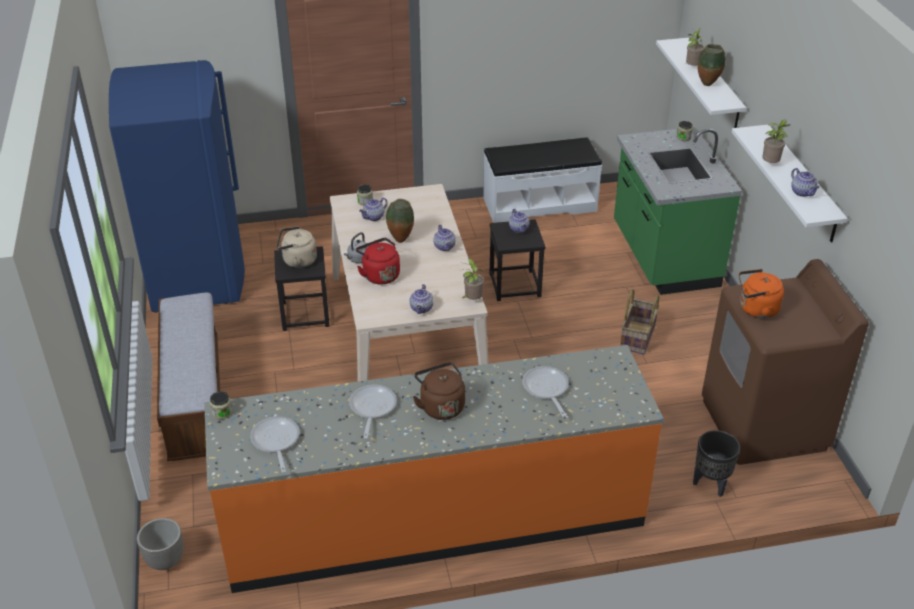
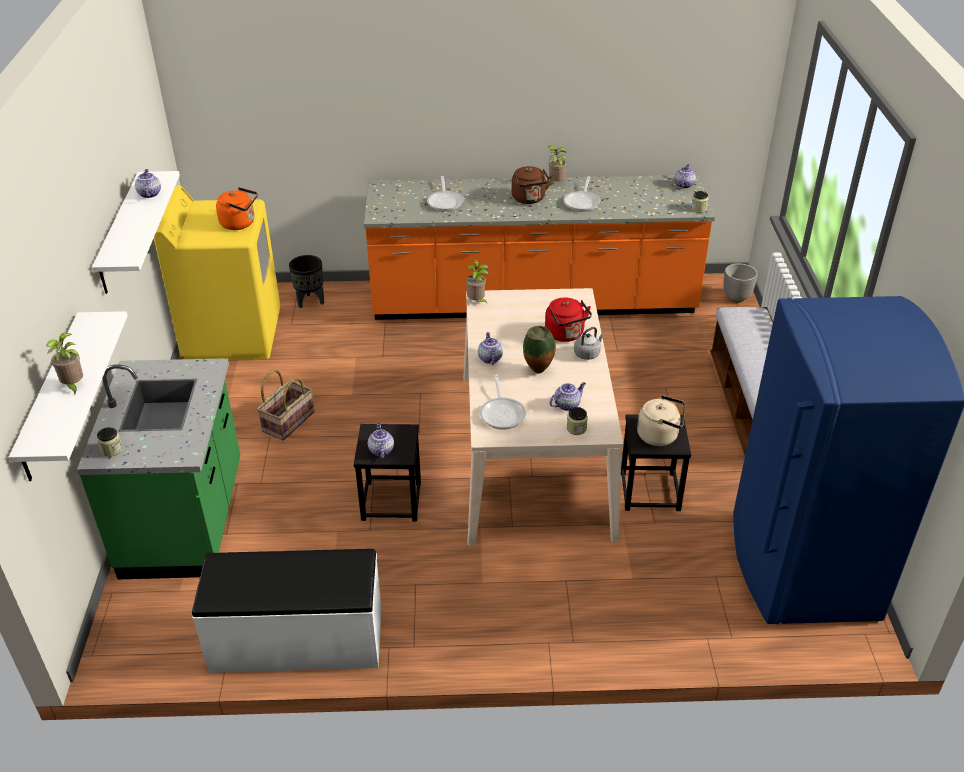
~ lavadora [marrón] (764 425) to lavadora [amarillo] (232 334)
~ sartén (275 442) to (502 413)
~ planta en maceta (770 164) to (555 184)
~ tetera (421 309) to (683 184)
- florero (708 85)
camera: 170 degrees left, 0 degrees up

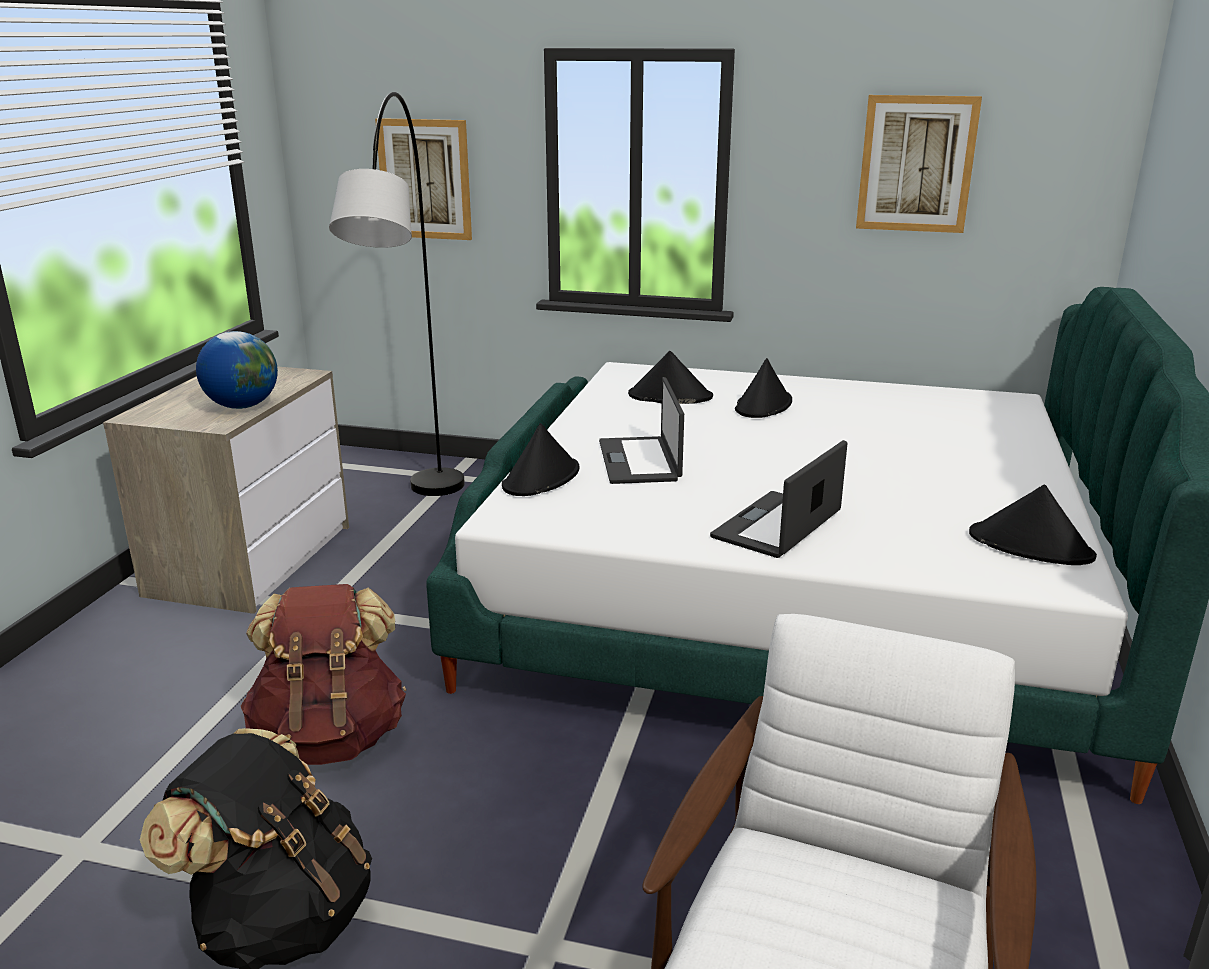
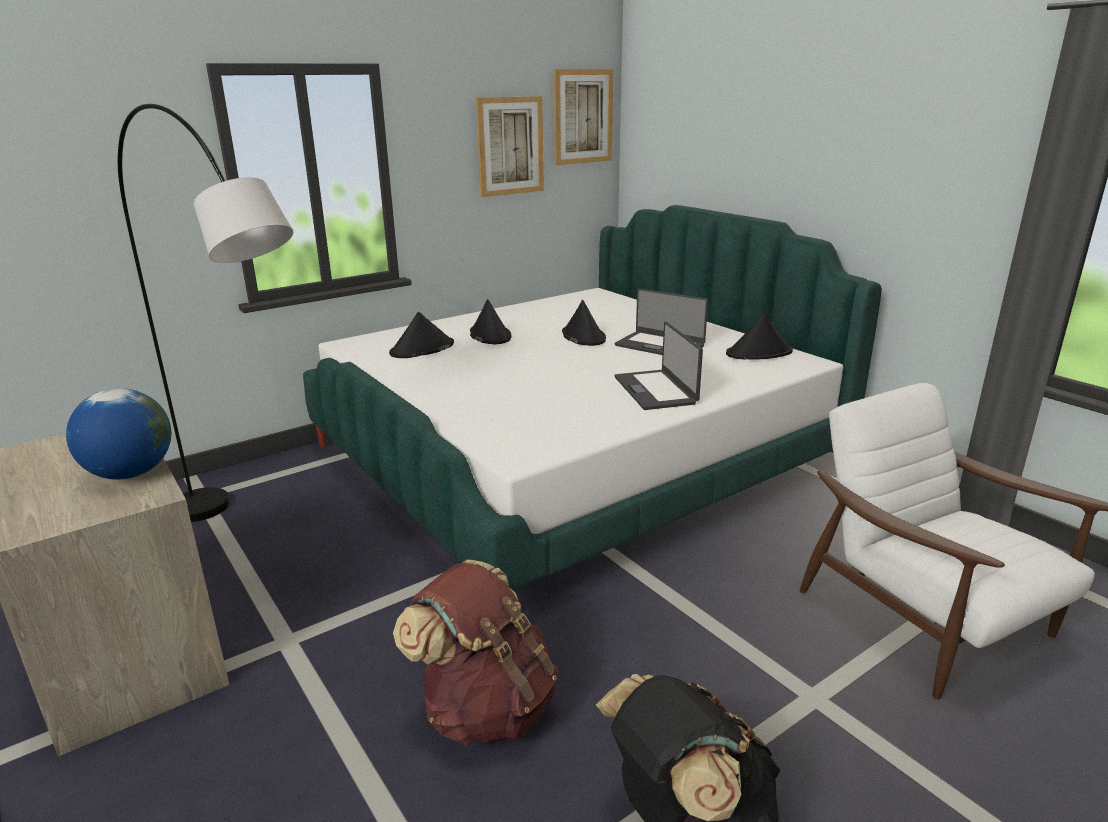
~ cuadro (425 179) to (583 117)
~ sombrero [negro] (541 478) to (583 336)
~ portátil (640 461) to (660 345)
camera: 50 degrees left, 0 degrees up

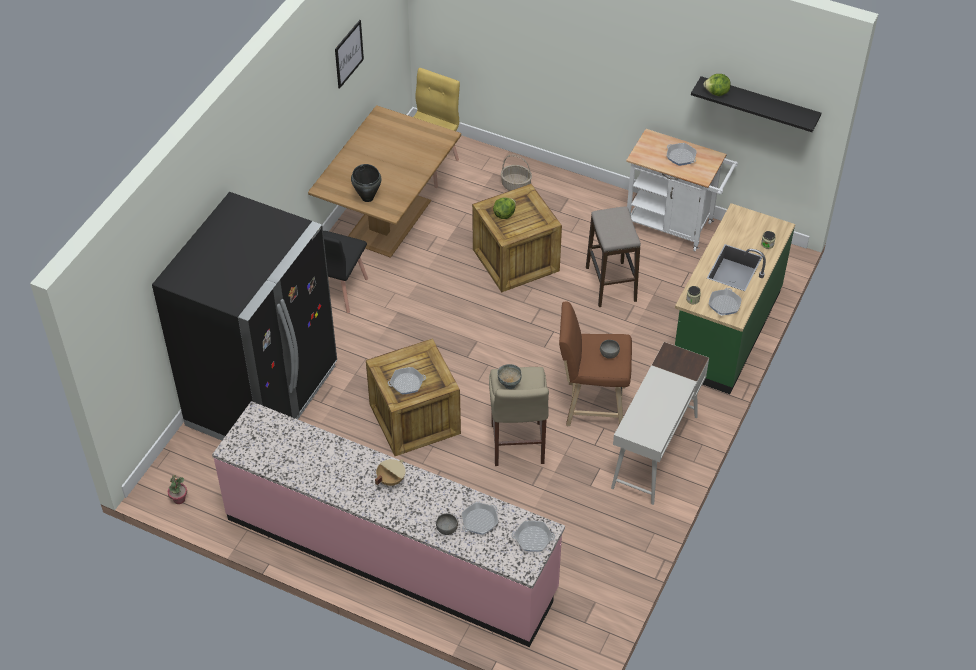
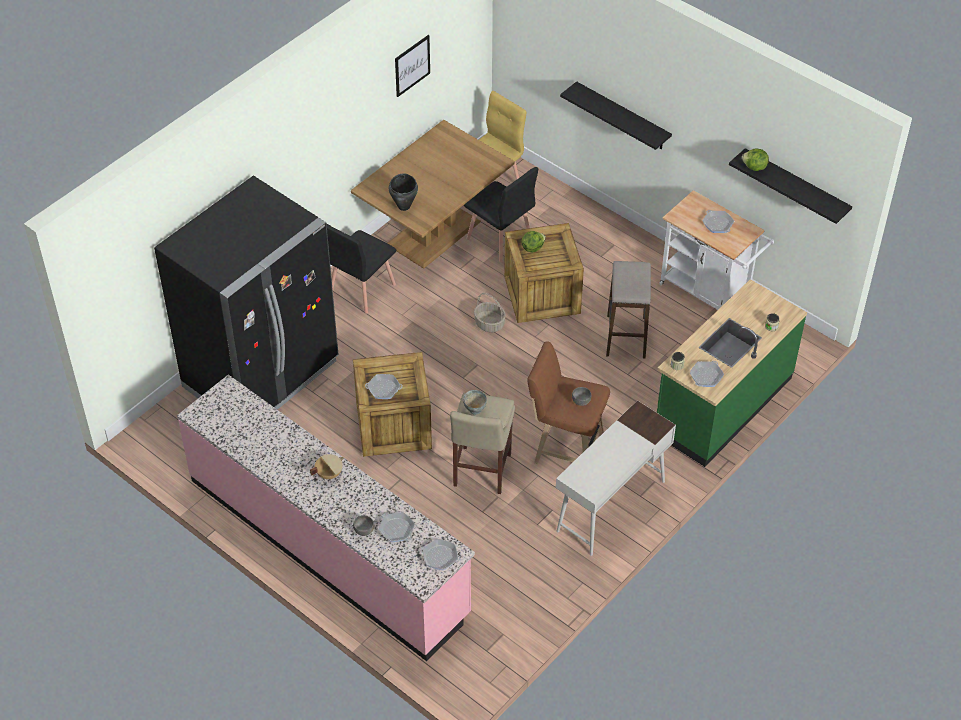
~ sartén (479 521) = (397 529) 105 degrees counterclockwise
+ silla [negro] (499 239)
~ cesta (516 185) to (490 324)
+ estante [negro] (622 116)
- planta en maceta (179 499)
camera: 15 degrees right, 0 degrees up

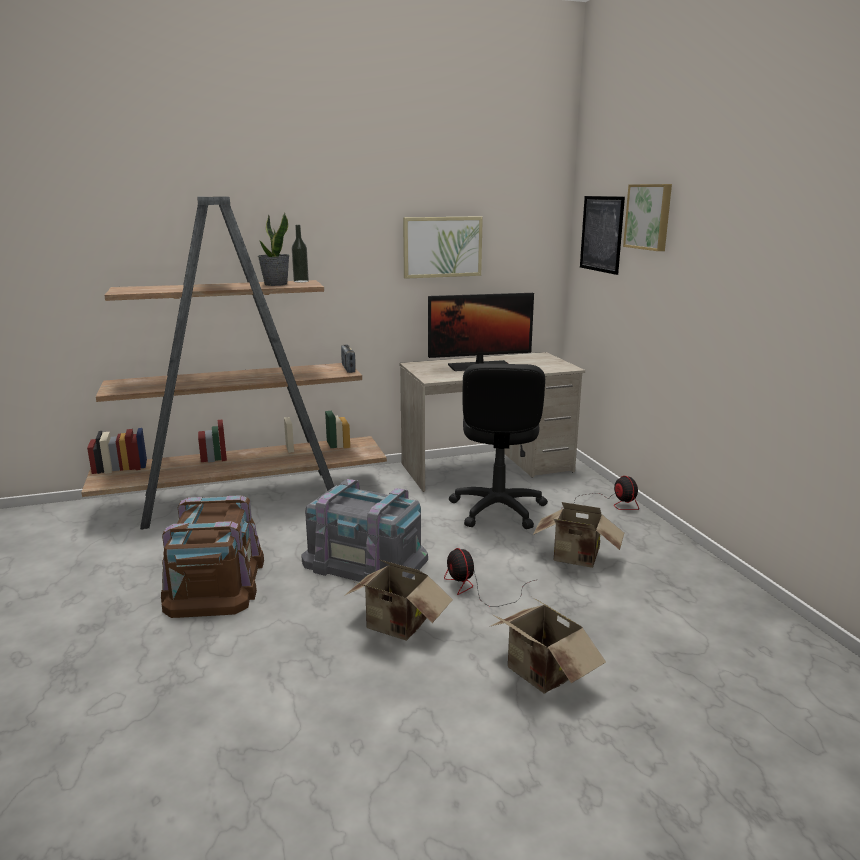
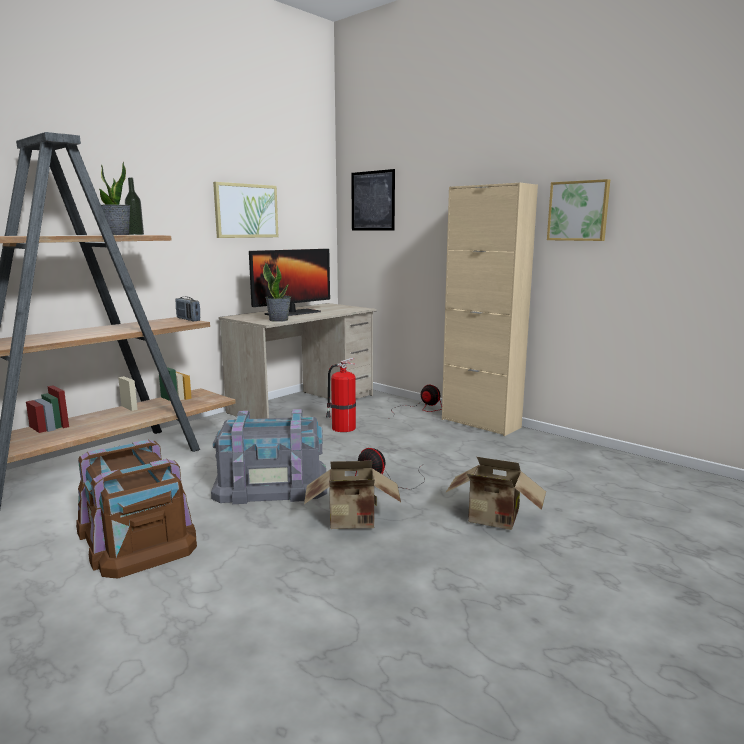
+ planta en maceta (279 320)
~ silla de oficina [negro] (497 509) to extintor (342 428)
+ armario [beis] (480 423)
~ cuadro (649 217) to (578 211)
- caja de cartón (577 559)
camera: 30 degrees left, 5 degrees down

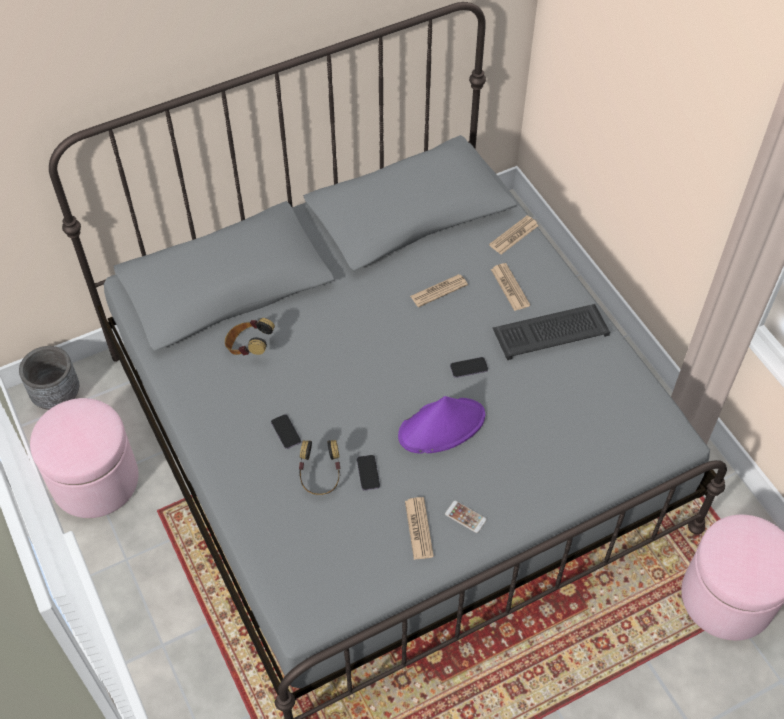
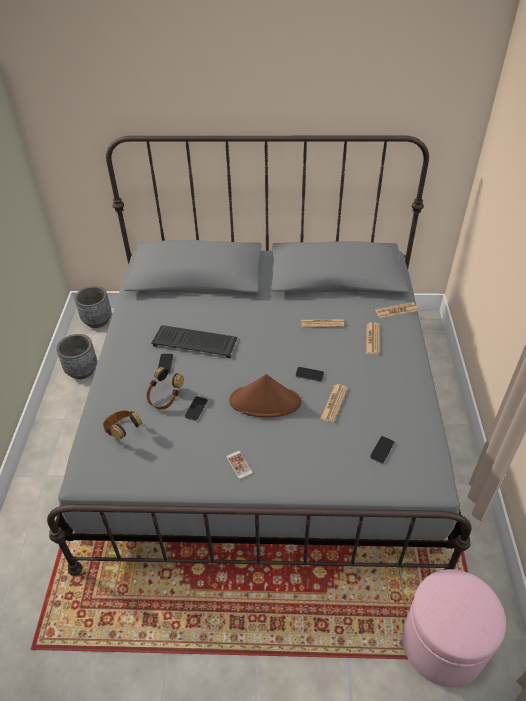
~ puf [rosa] (95 480) to maceta [gris] (82 370)
~ auriculares (249 347) to (123 431)
~ teclado (551 331) to (196 342)
~ sombrero [morado] (442 426) to sombrero [marrón] (265 402)
~ periódico (419 528) to (334 403)
+ móvil (382 450)
camera: 30 degrees right, 10 degrees down

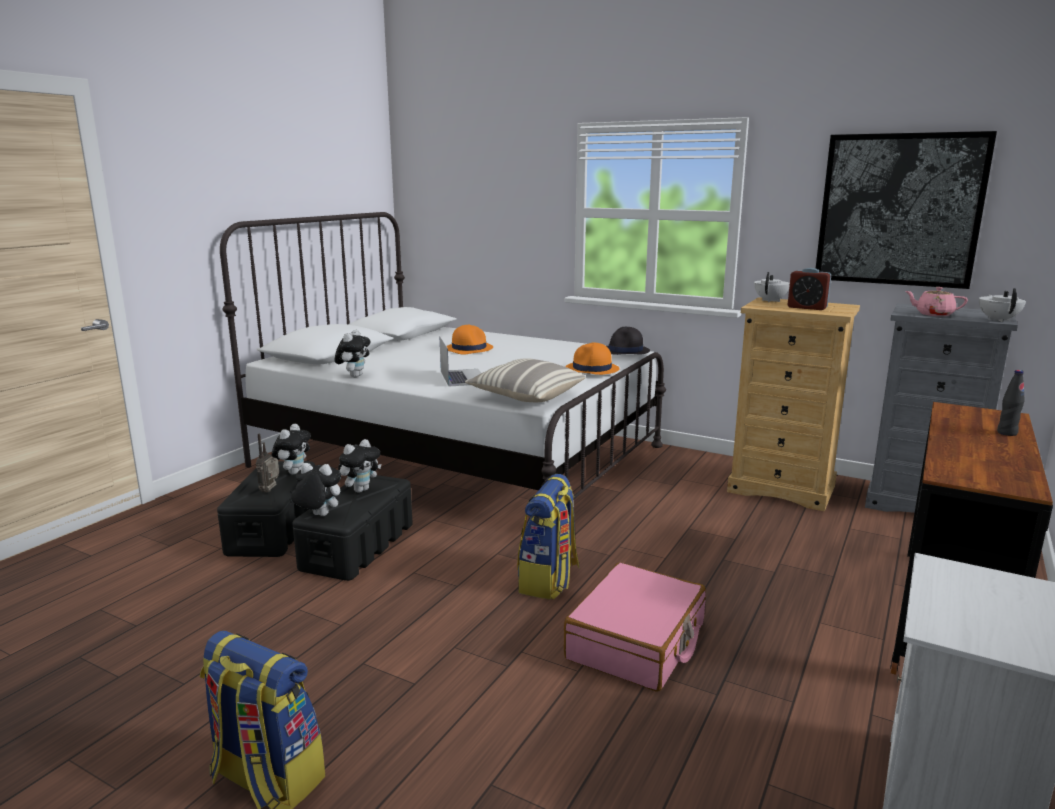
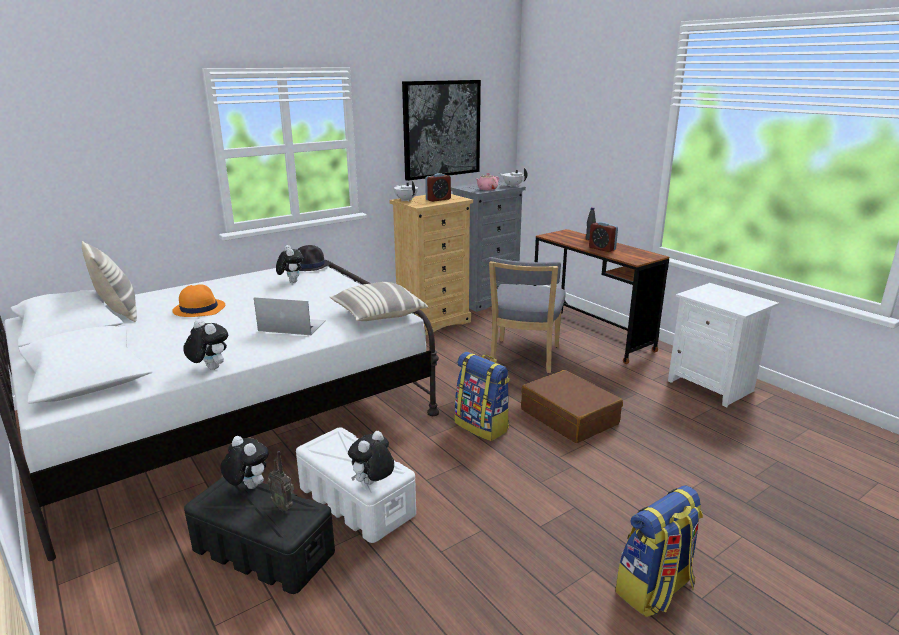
+ cojín (118 313)
~ peluche (361 489) to (291 282)
~ caja de almacenaje [negro] (358 546) to caja de almacenaje [blanco] (356 501)
+ silla [gris] (523 358)
~ maleta [rosa] (637 642) to maleta [marrón] (569 417)
+ despertador (602 249)
- sombrero [naranja] (592 369)
camera: 65 degrees left, 5 degrees up

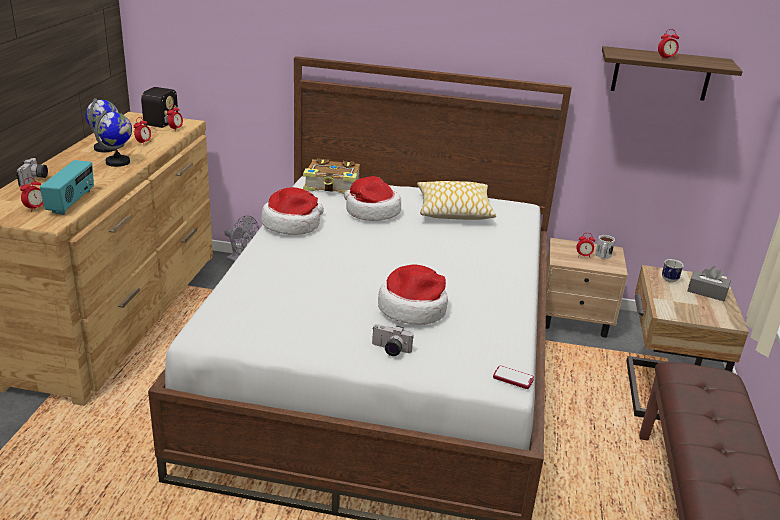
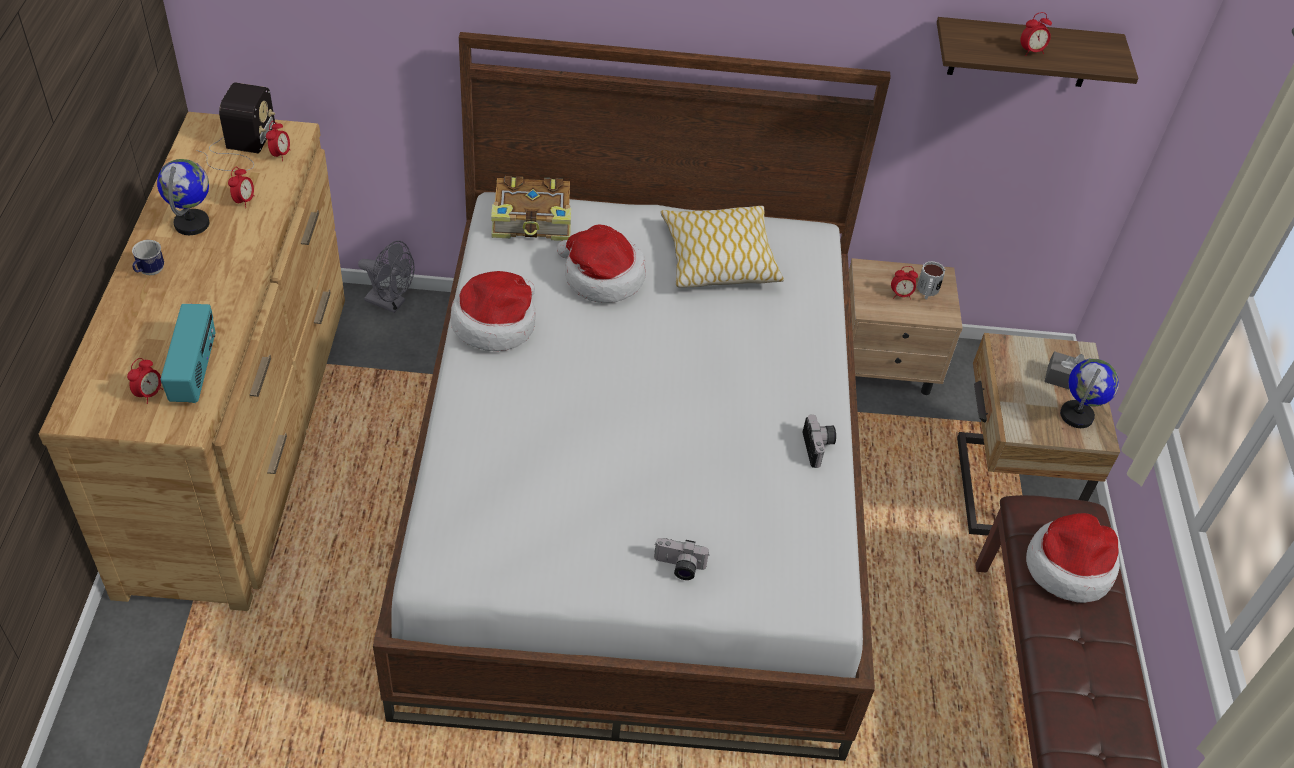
~ taza grande (668 281) to (149 272)
~ cámara (34 180) to (819 448)
~ sombrero (413 308) to (1068 566)
~ globo terráqueo (118 162) to (1077 415)
- móvil (513 378)
camera: 10 degrees left, 20 degrees up

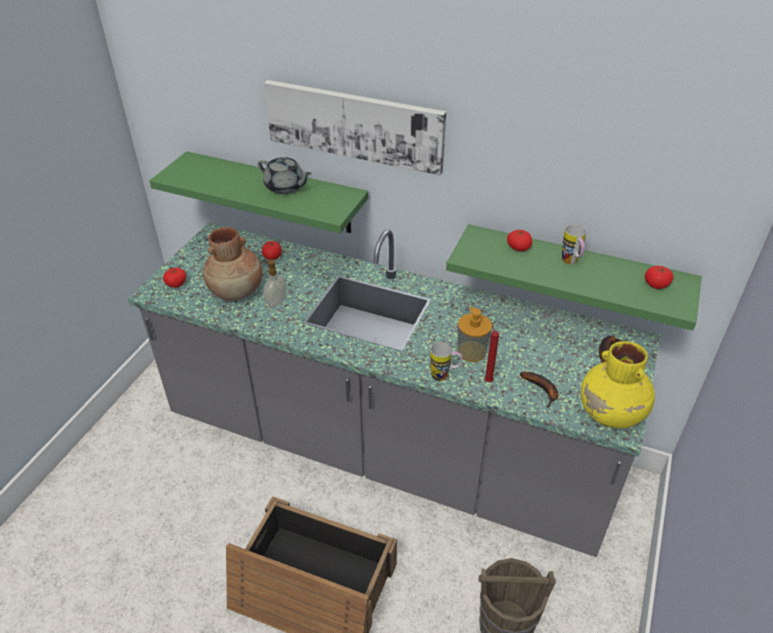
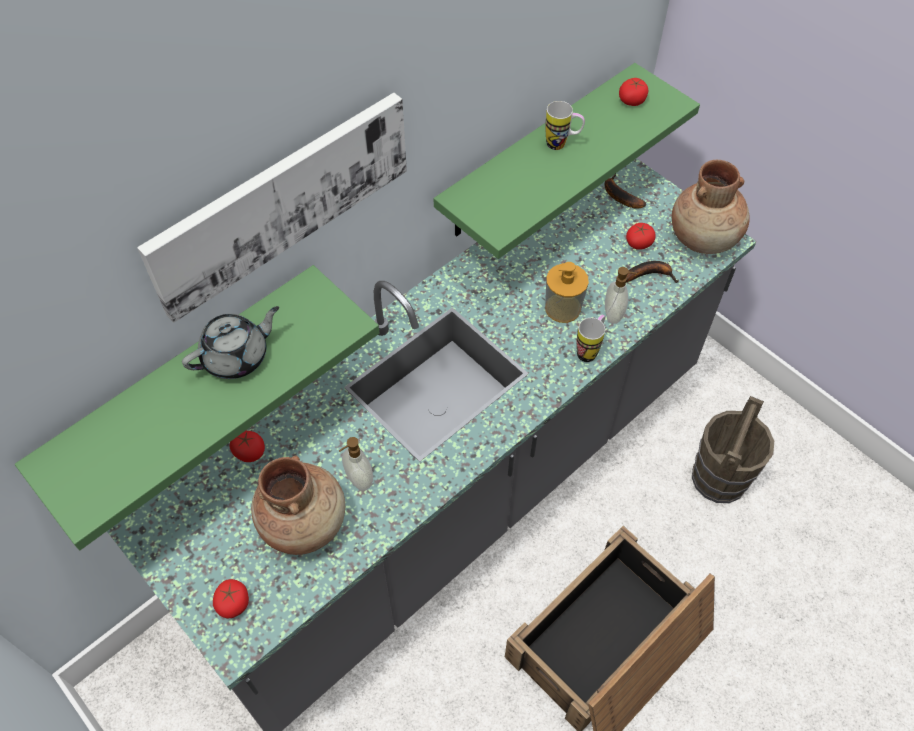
~ vela [rojo] (487 380) to dispensador de jabón (614 314)
~ tomate (518 247) to (638 243)
~ florero [amarillo] (611 414) to florero [marrón] (704 238)
camera: 65 degrees left, 15 degrees up

